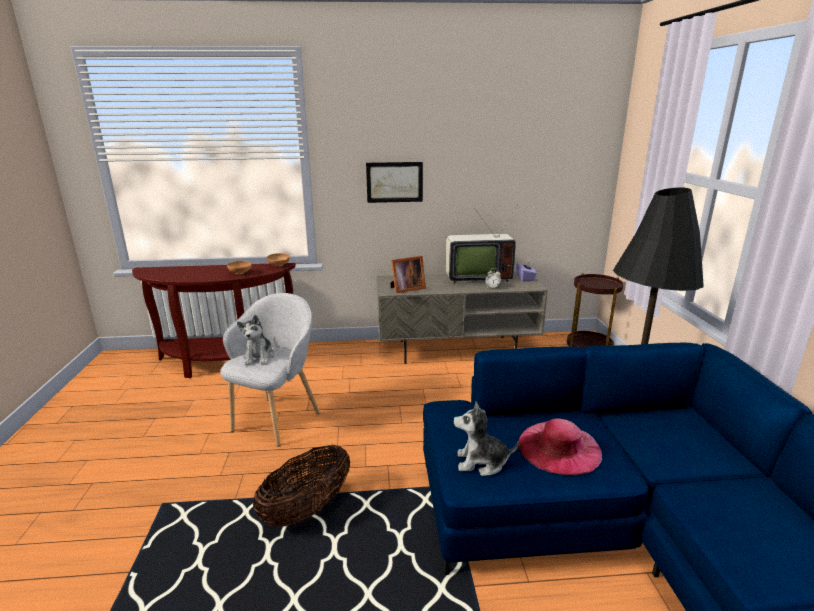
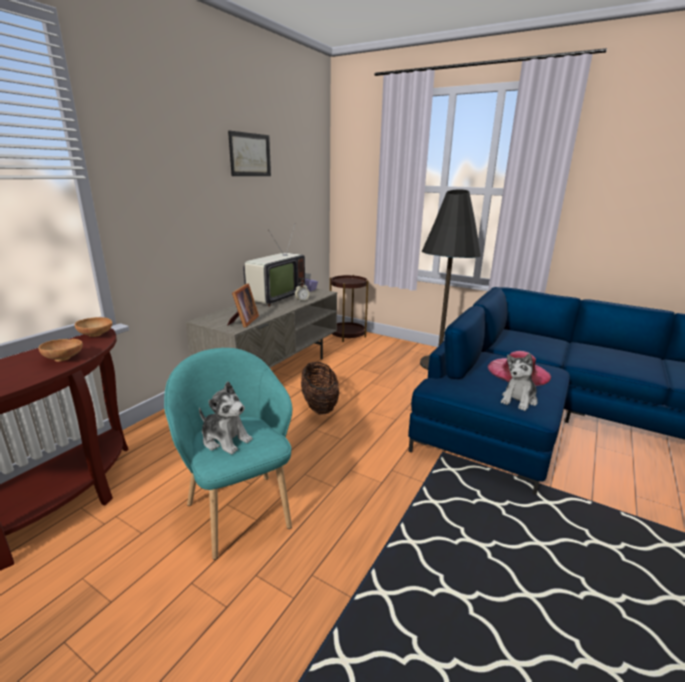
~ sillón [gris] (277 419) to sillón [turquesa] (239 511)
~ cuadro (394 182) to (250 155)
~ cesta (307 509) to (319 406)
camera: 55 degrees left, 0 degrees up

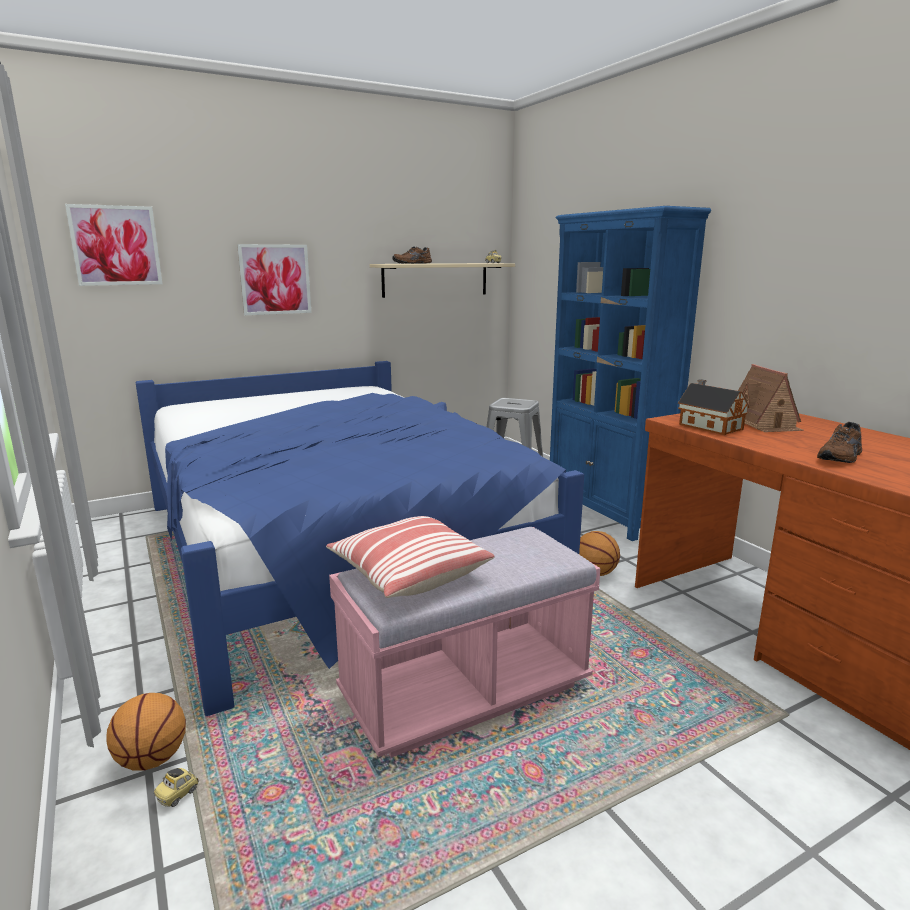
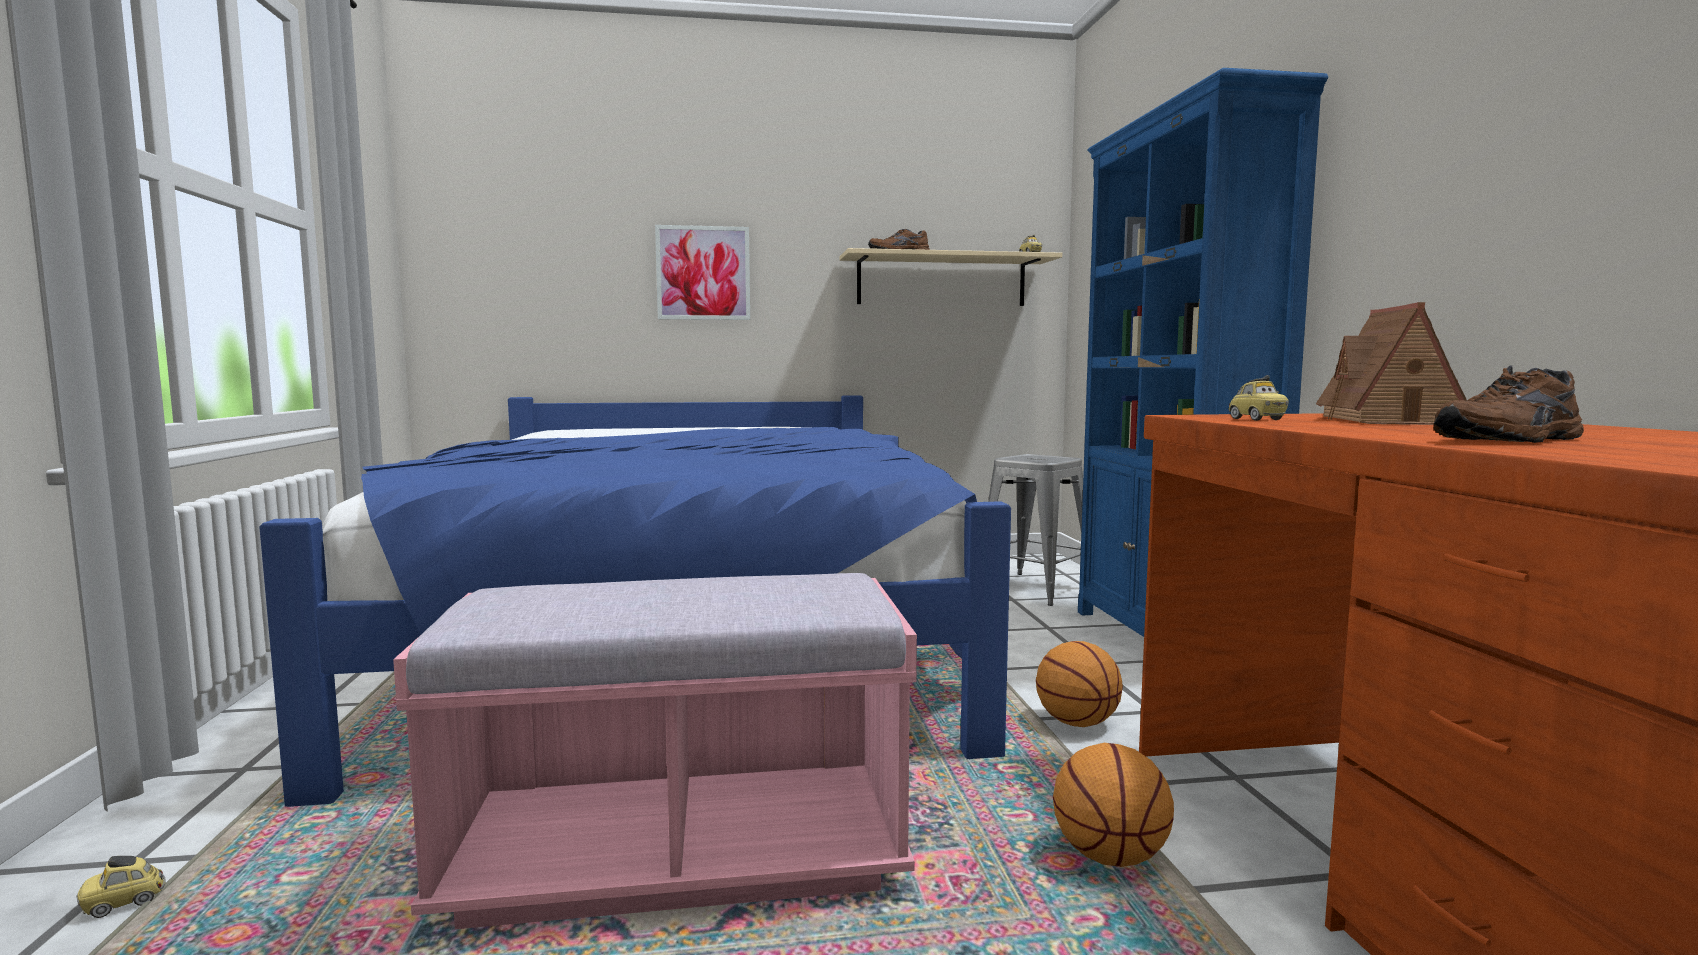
~ balón de baloncesto (151 759) to (1109 857)
~ casita (708 426) to coche de juguete (1256 419)
- cuadro (115 245)
- cojín (408 574)
camera: 20 degrees right, 10 degrees down

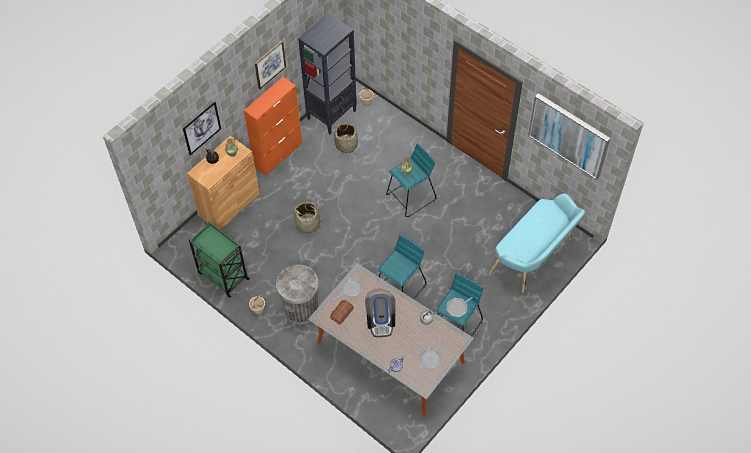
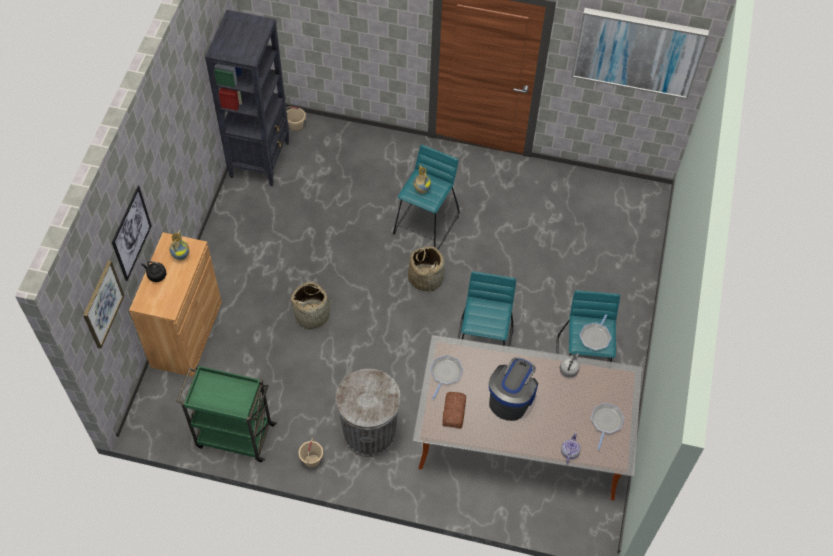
~ cuadro (269 64) to (102 304)
~ cesta (346 144) to (426 278)
~ cafetera (381 320) = (511 398) 120 degrees counterclockwise
- armario [naranja] (278 154)
- banco [turquesa] (534 257)
camera: 30 degrees left, 0 degrees up

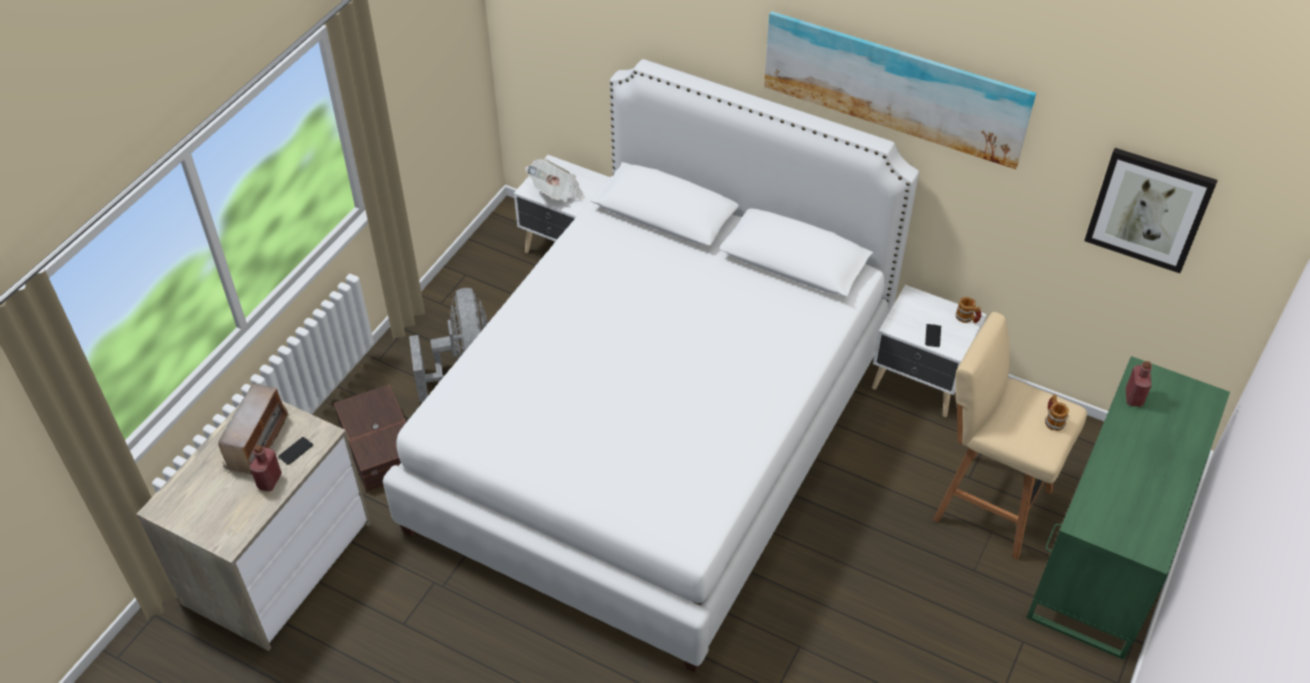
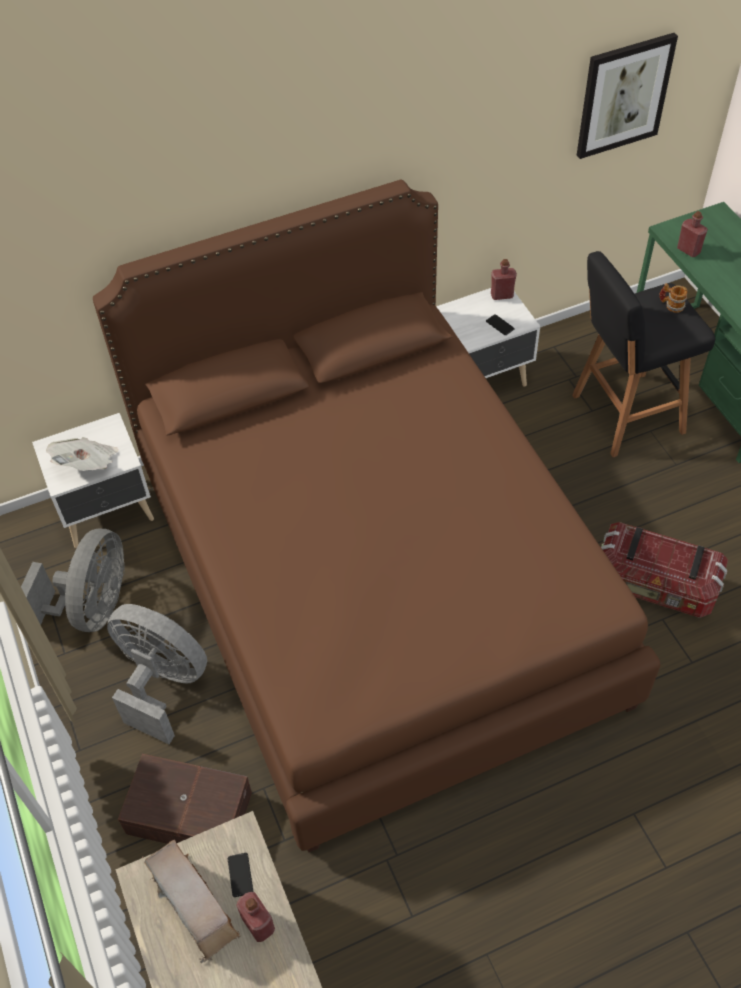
+ ventilador [gris] (92 607)
~ cama [blanco] (655 433) to cama [marrón] (373 581)
~ taza grande (967 318) to botella [rojo] (502 295)
~ taburete [beis] (988 503) to taburete [negro] (624 415)
+ caja de almacenaje (654 585)
- cuadro (894 85)
camera: 50 degrees left, 5 degrees up

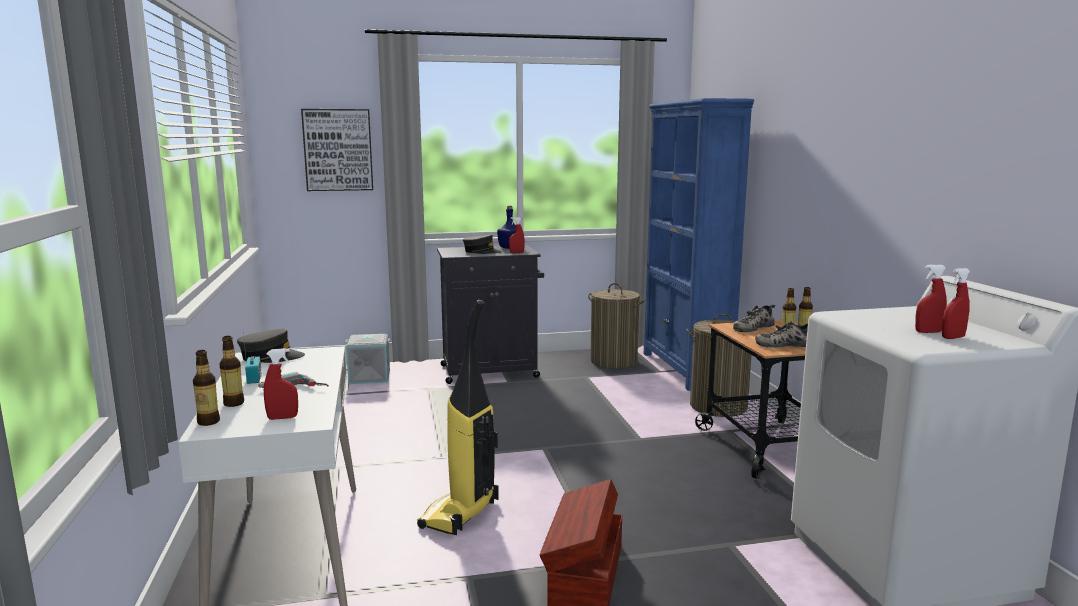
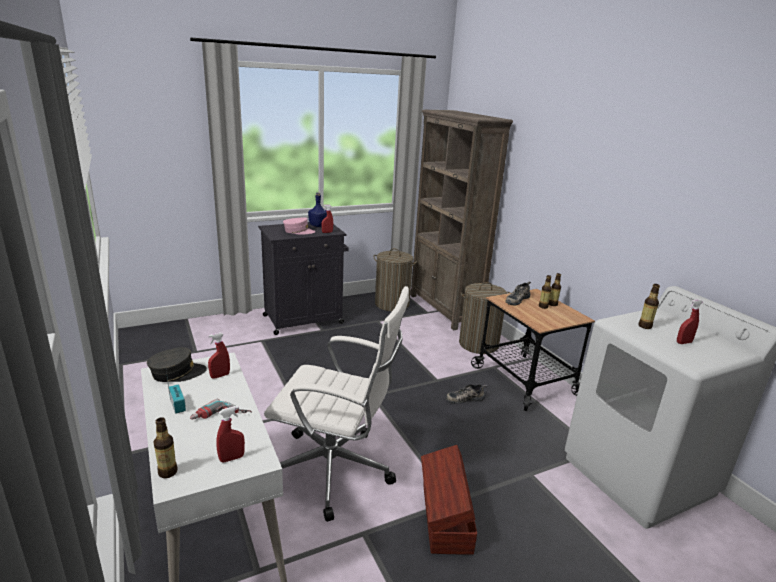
~ pulverizador [rojo] (953 337) to (220 376)
~ aspiradora (460 515) to silla de oficina [blanco] (335 471)
~ gorra [gris] (481 252) to gorra [rosa] (298 231)
~ estantería [azul] (685 369) to estantería [marrón] (444 309)
~ zapato (785 344) to (465 398)
~ botella (233 403) to (644 326)
- cuadro (338 150)
- caja de almacenaje [gris] (370 376)
camera: 15 degrees left, 10 degrees up

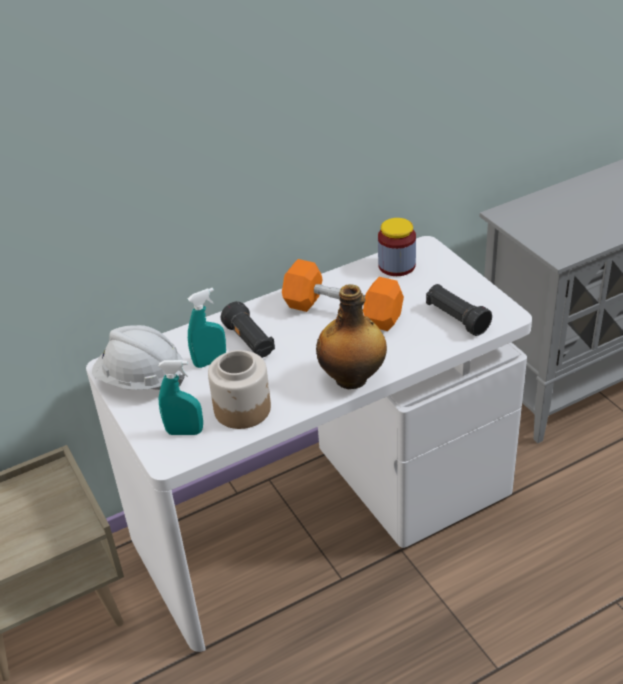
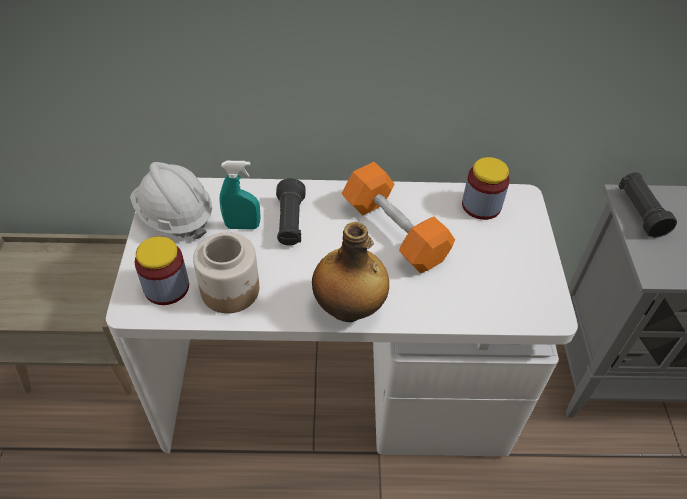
~ pulverizador [turquesa] (184 432) to tarro (166 287)
~ linterna [negro] (456 319) to (640 212)
camera: 25 degrees right, 10 degrees up

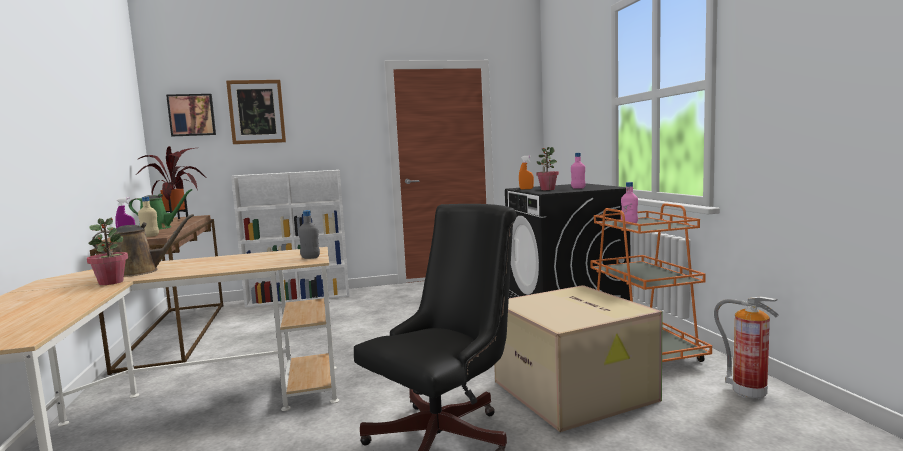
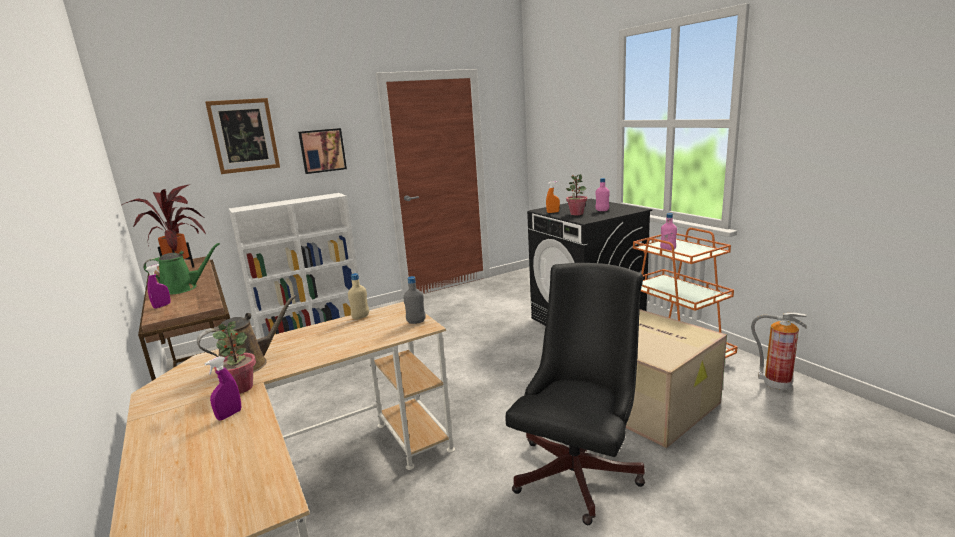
+ pulverizador [morado] (229 415)
~ cuadro (192 115) to (322 150)
~ botella [beis] (150 236) to (360 317)
camera: 15 degrees left, 10 degrees up

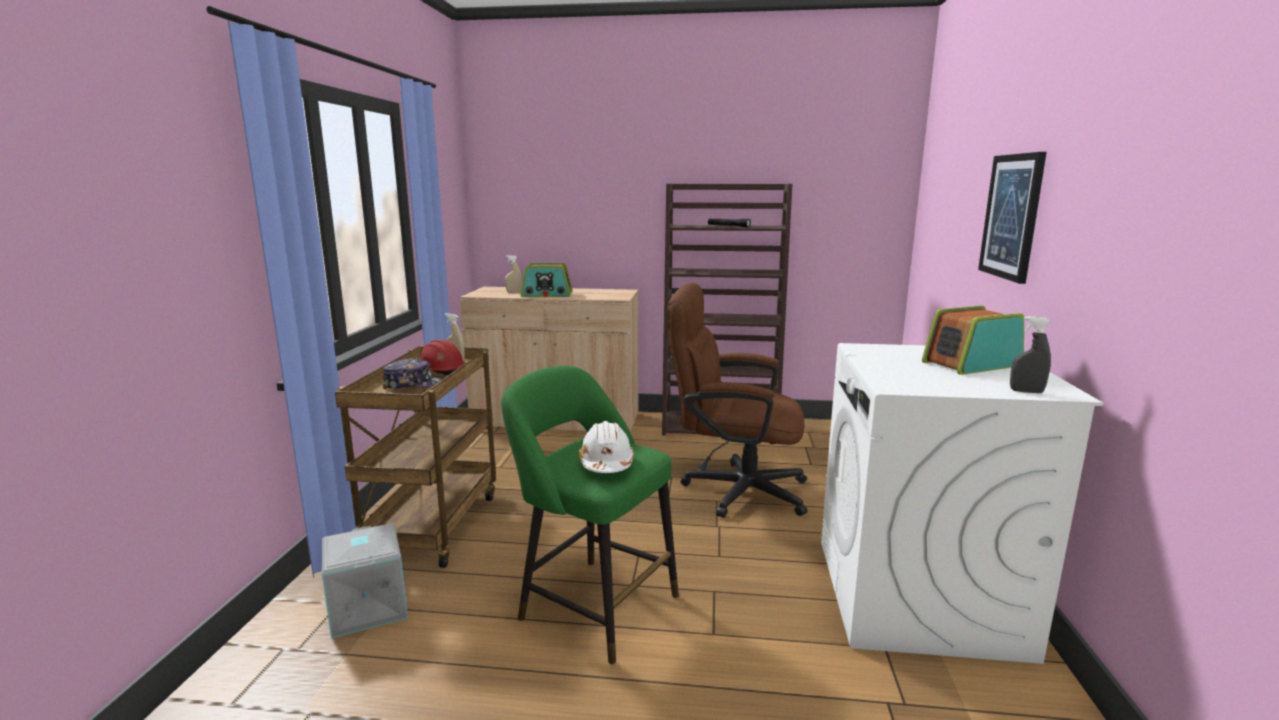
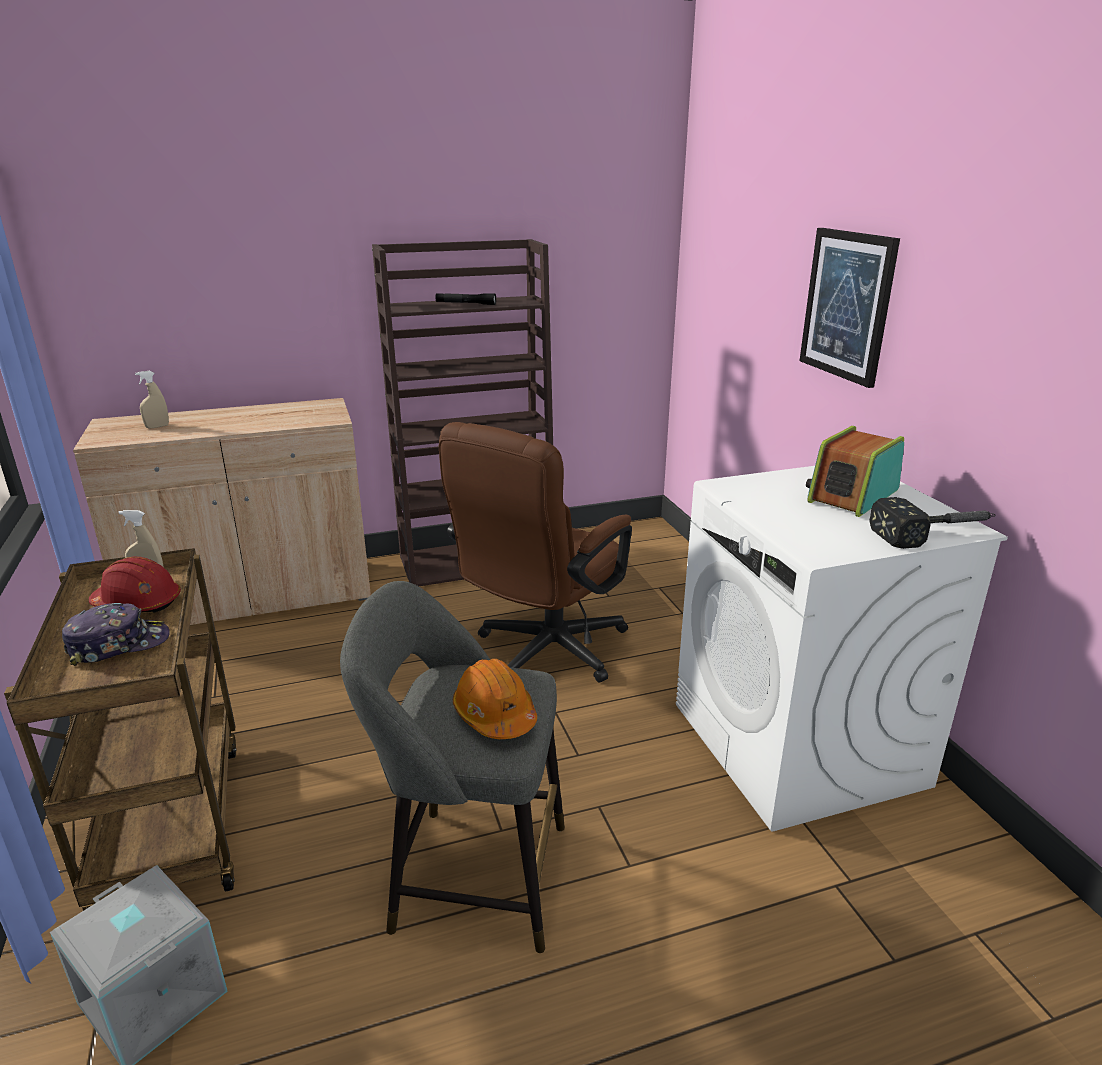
~ taburete [verde] (592 604) to taburete [gris] (469 875)
~ silla de oficina [marrón] (733 489) = (543 654) 45 degrees counterclockwise
~ casco [blanco] (606 463) to casco [naranja] (494 714)
~ pulverizador [gris] (1026 391) to martillo (936 533)
- radio (547 295)
camera: 25 degrees left, 10 degrees up

